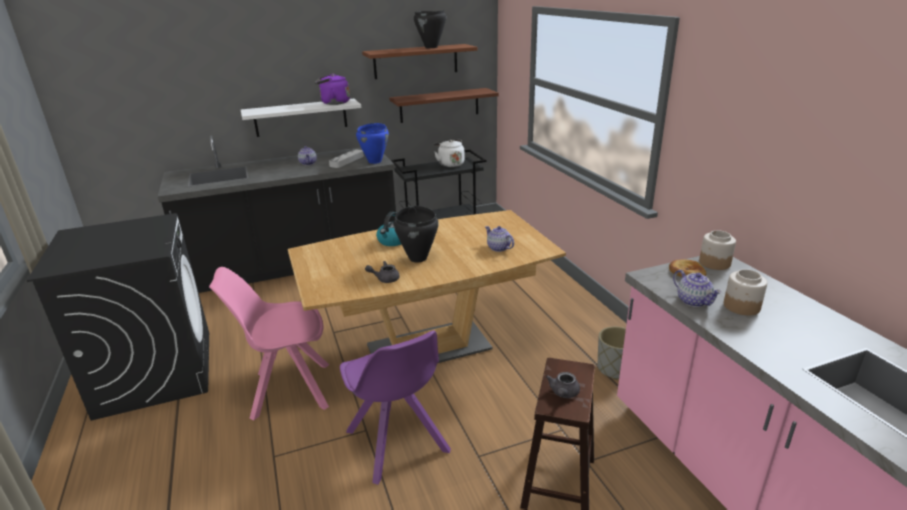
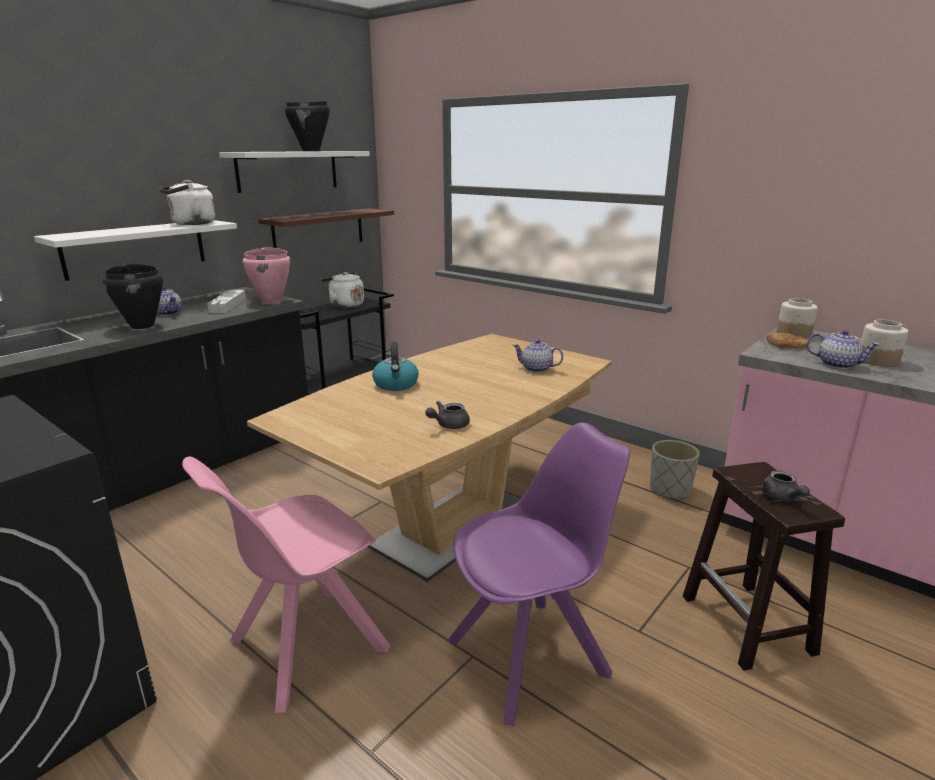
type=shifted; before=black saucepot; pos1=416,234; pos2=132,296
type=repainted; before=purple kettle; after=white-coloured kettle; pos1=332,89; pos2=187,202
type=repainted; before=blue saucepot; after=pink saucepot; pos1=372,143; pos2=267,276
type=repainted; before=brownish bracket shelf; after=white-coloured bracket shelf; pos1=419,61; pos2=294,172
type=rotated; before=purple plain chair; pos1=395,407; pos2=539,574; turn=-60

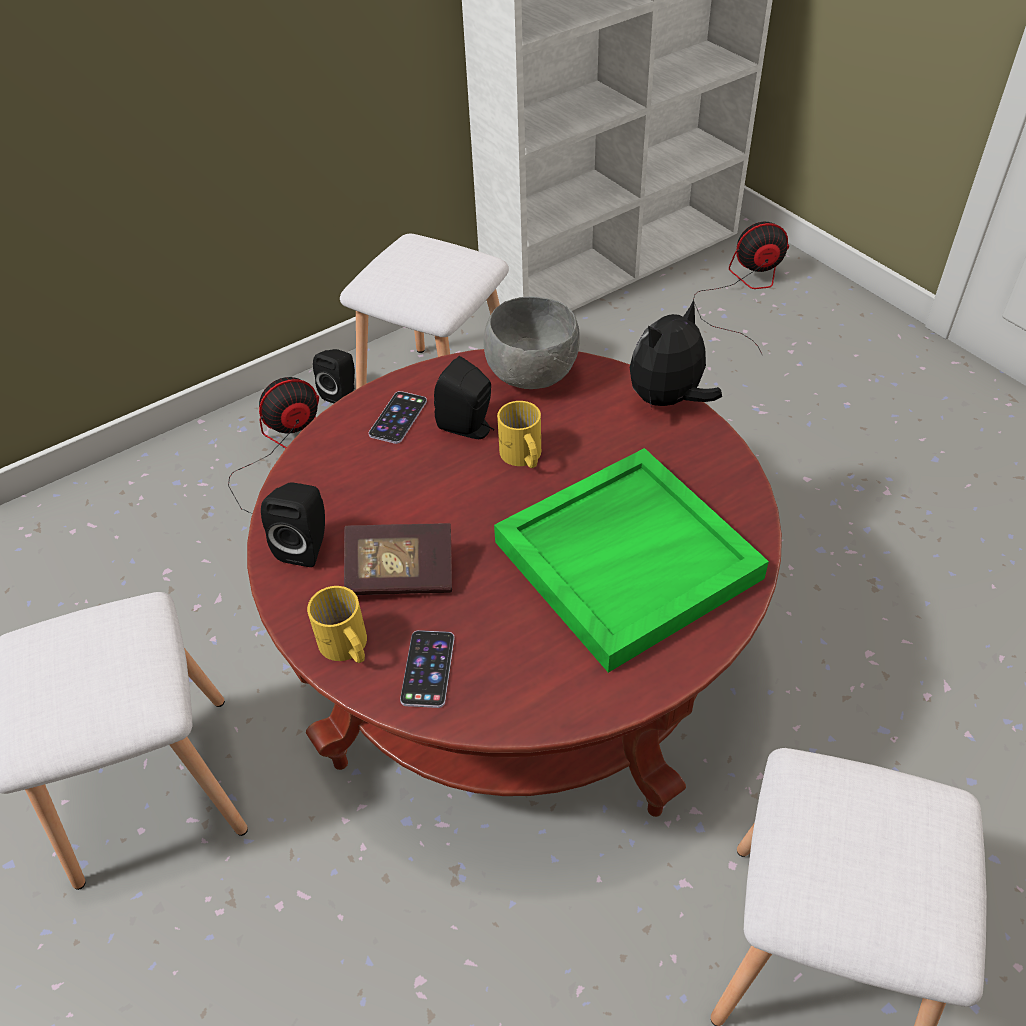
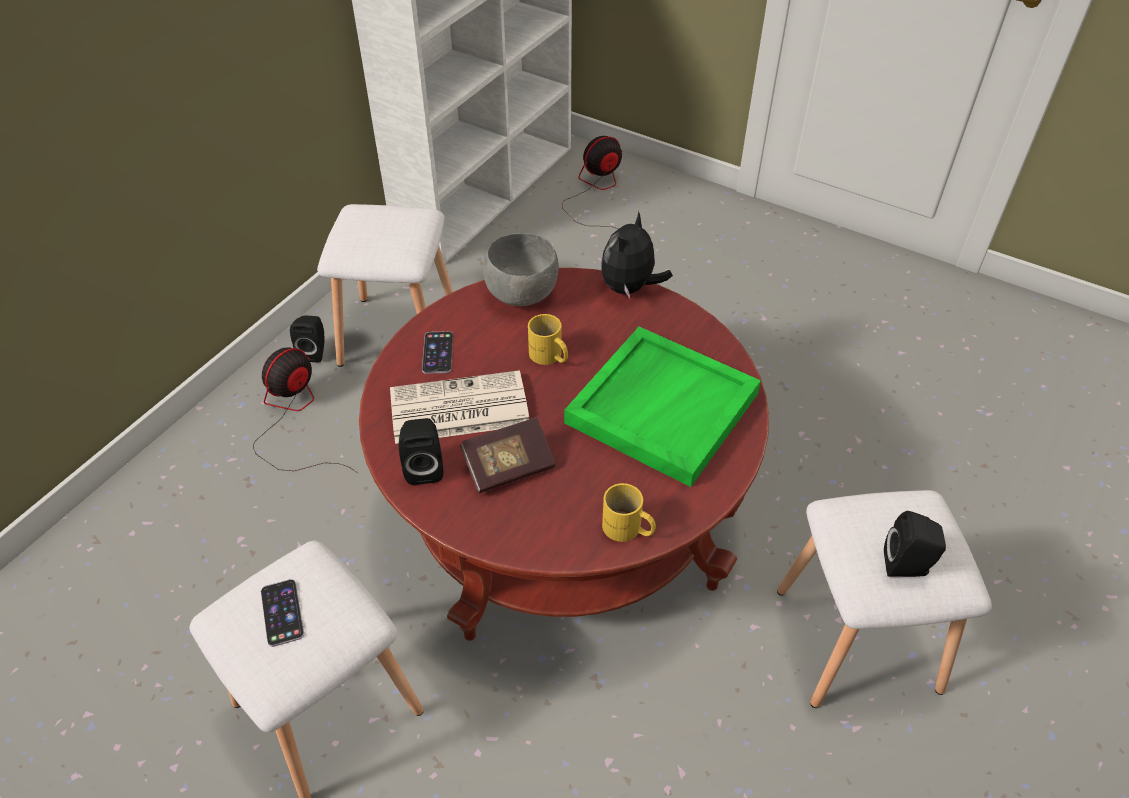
type=new; after=printed paper; pos2=459,407
type=shifted; before=yellowish mug; pos1=337,624; pos2=629,512
type=shifted; before=telephone; pos1=427,669; pos2=282,613
type=shifted; before=black loudspeaker; pos1=464,397; pos2=915,544

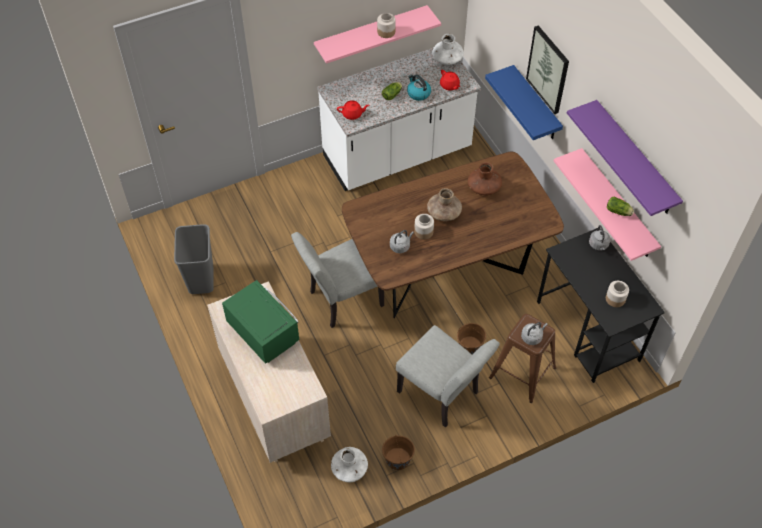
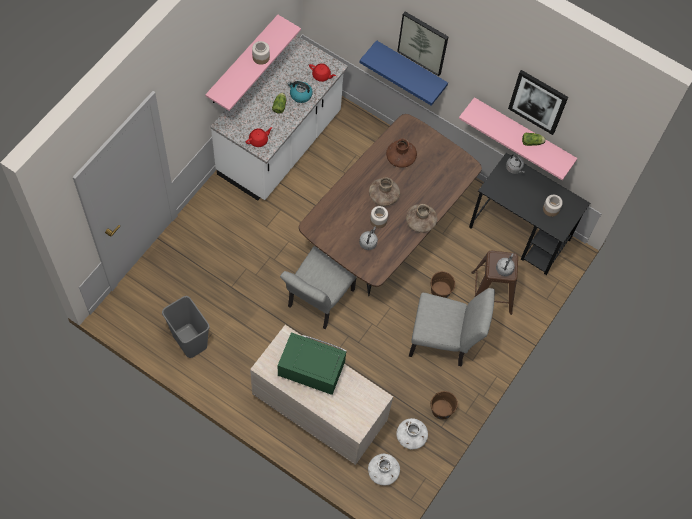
type=new; after=brownish decorative vase; pos2=421,218
type=shifted; before=white-coloured decorative vase; pos1=448,49; pos2=384,470
type=swapped; before=purple bracket shelf; after=wall art; pos1=625,158; pos2=538,102

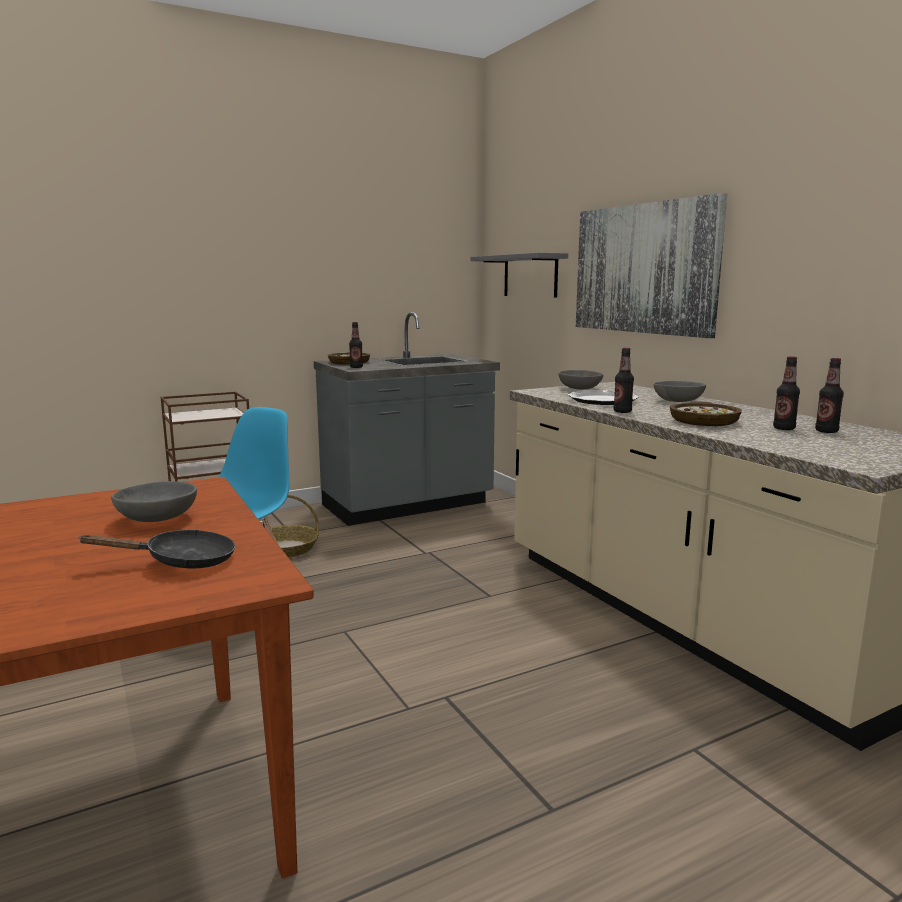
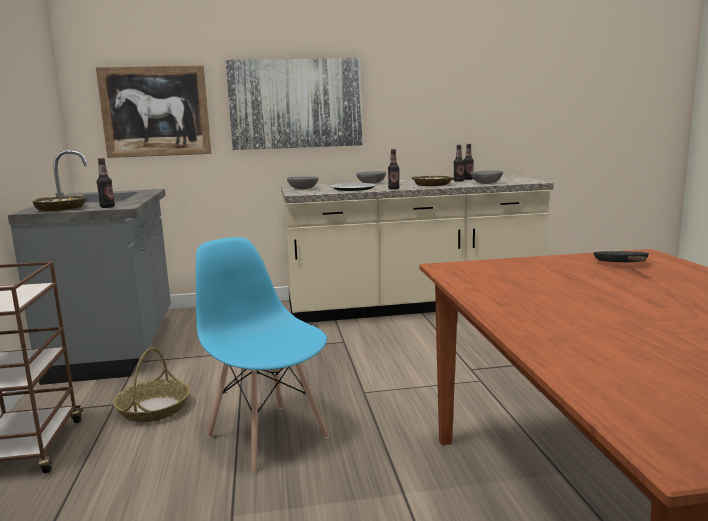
type=shifted; before=grey bowl; pos1=154,501; pos2=487,177
type=swapped; before=grey bracket shelf; after=wall art; pos1=519,275; pos2=153,111

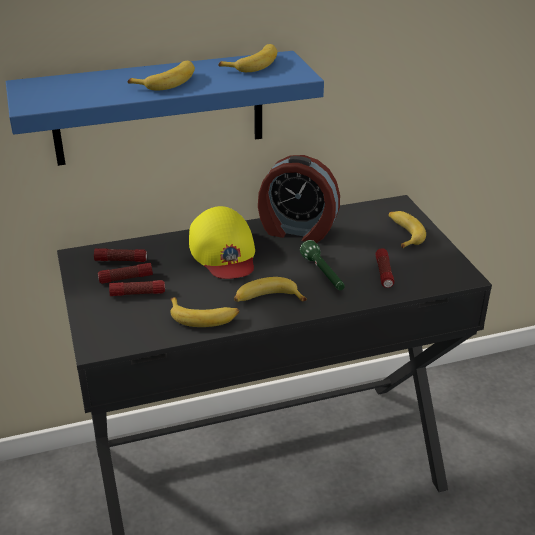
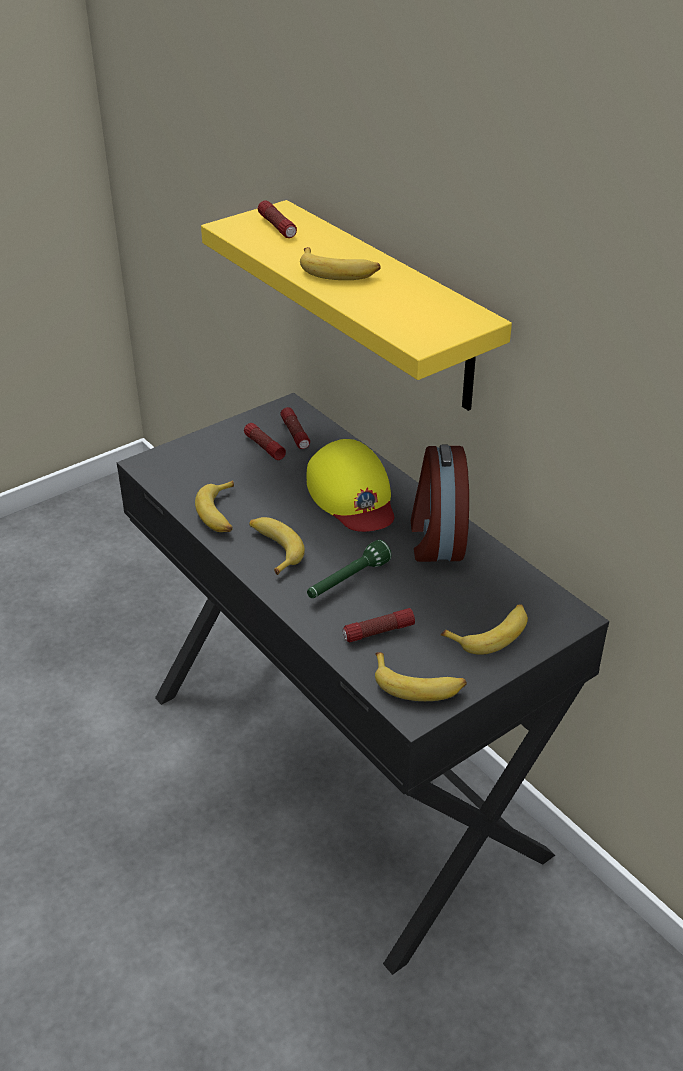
type=shifted; before=hand torch; pos1=137,288; pos2=277,219
type=shifted; before=banana; pos1=247,58; pos2=421,676
type=repainted; before=blue bracket shelf; after=yellowish bracket shelf; pos1=165,108; pos2=356,305
type=rotated; before=yellowish peaked cap; pos1=222,242; pos2=350,485; turn=-75

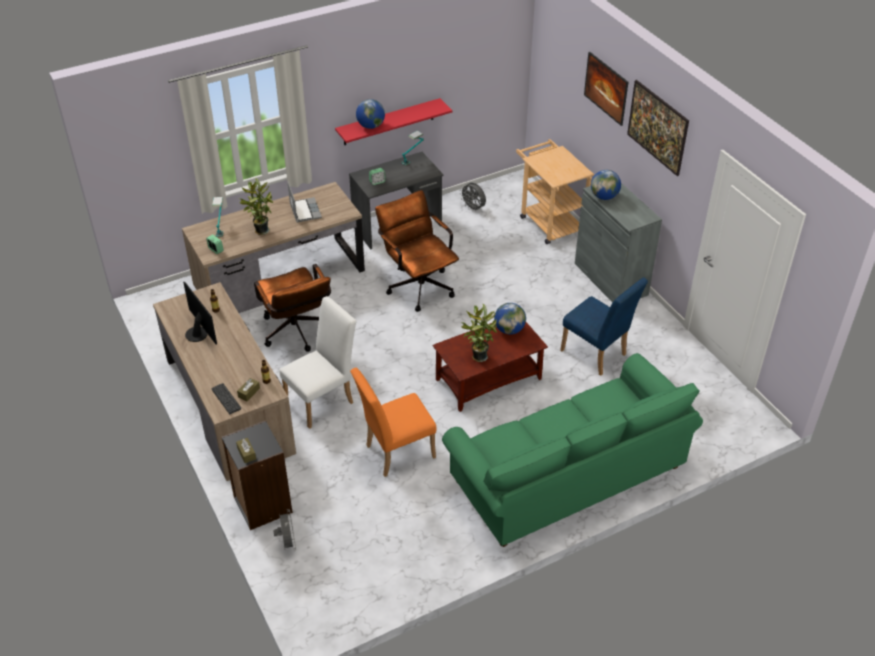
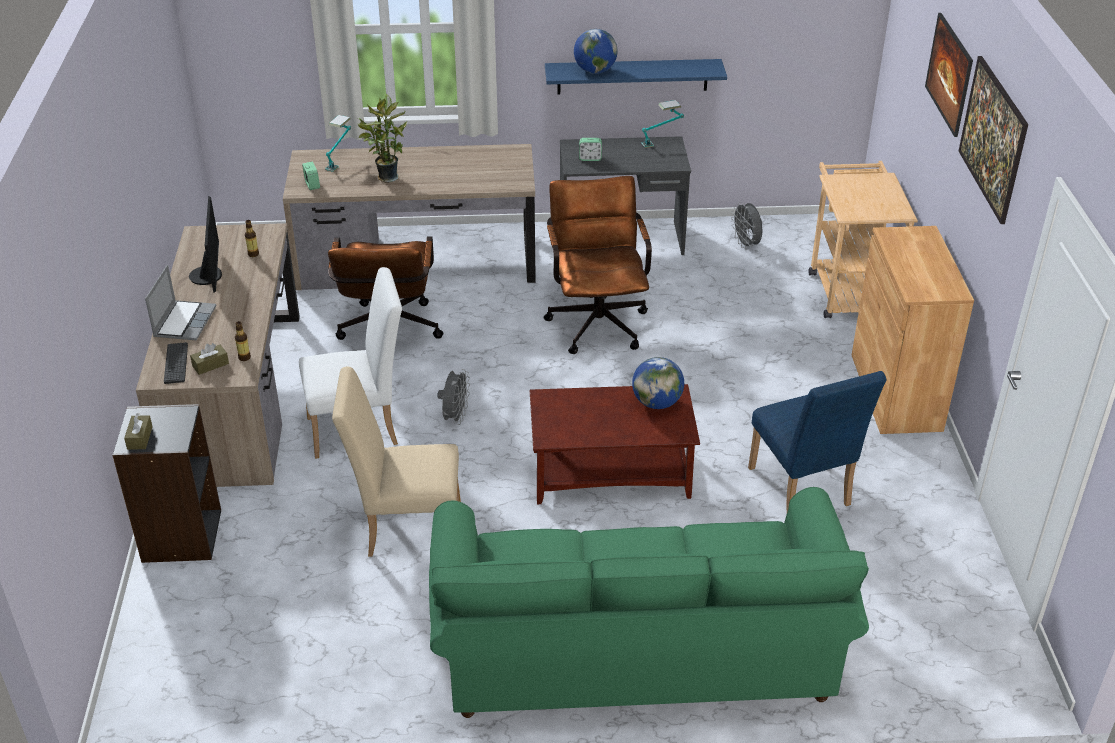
type=gone; before=houseplant; pos1=479,332
type=gone; before=desk globe; pos1=606,185
type=shifted; before=grey electric fan; pos1=284,530; pos2=453,397
type=shifted; before=notebook computer; pos1=304,201; pos2=180,302
type=repainted; before=red-coloured bracket shelf; after=blue bracket shelf; pos1=393,121; pos2=636,76
type=repainted; before=orange-coloured plain chair; after=beige plain chair; pos1=393,422; pos2=396,462
type=repainted; before=grey storage cabinet; after=brownish storage cabinet; pos1=618,243; pos2=913,330

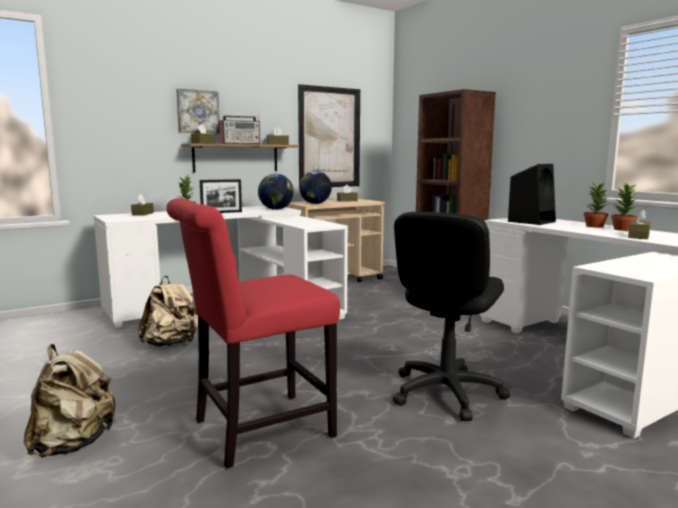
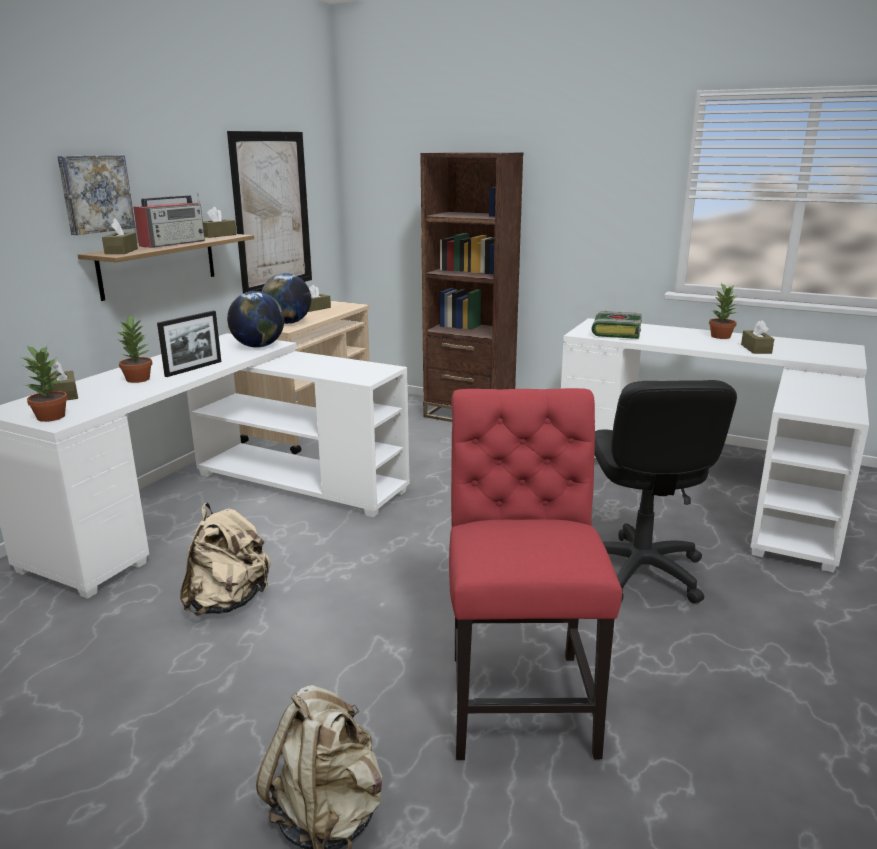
type=shifted; before=houseplant; pos1=596,204; pos2=45,383
type=swapped; before=black loudspeaker; after=volume; pos1=532,194; pos2=616,325
type=rotated; before=red-coloured plain chair; pos1=253,333; pos2=535,574; turn=150

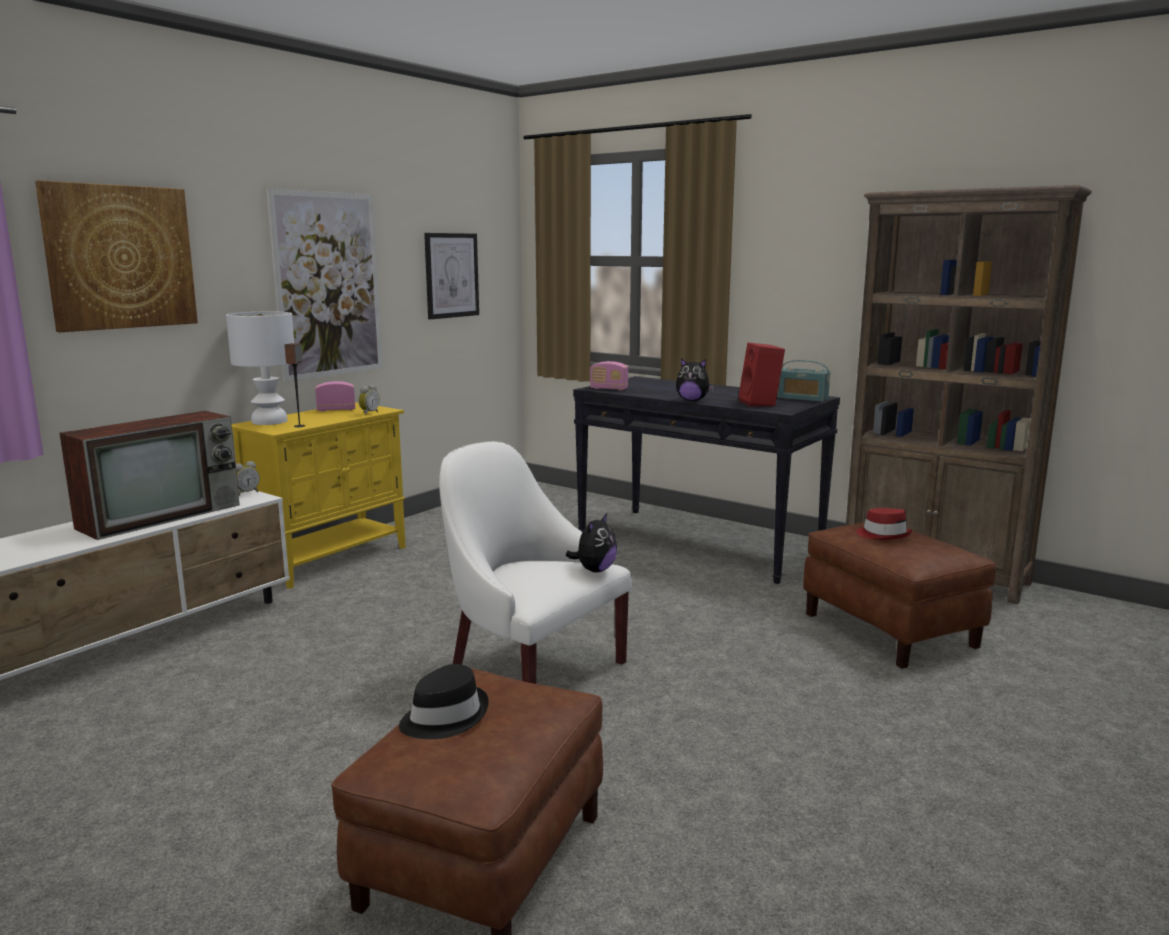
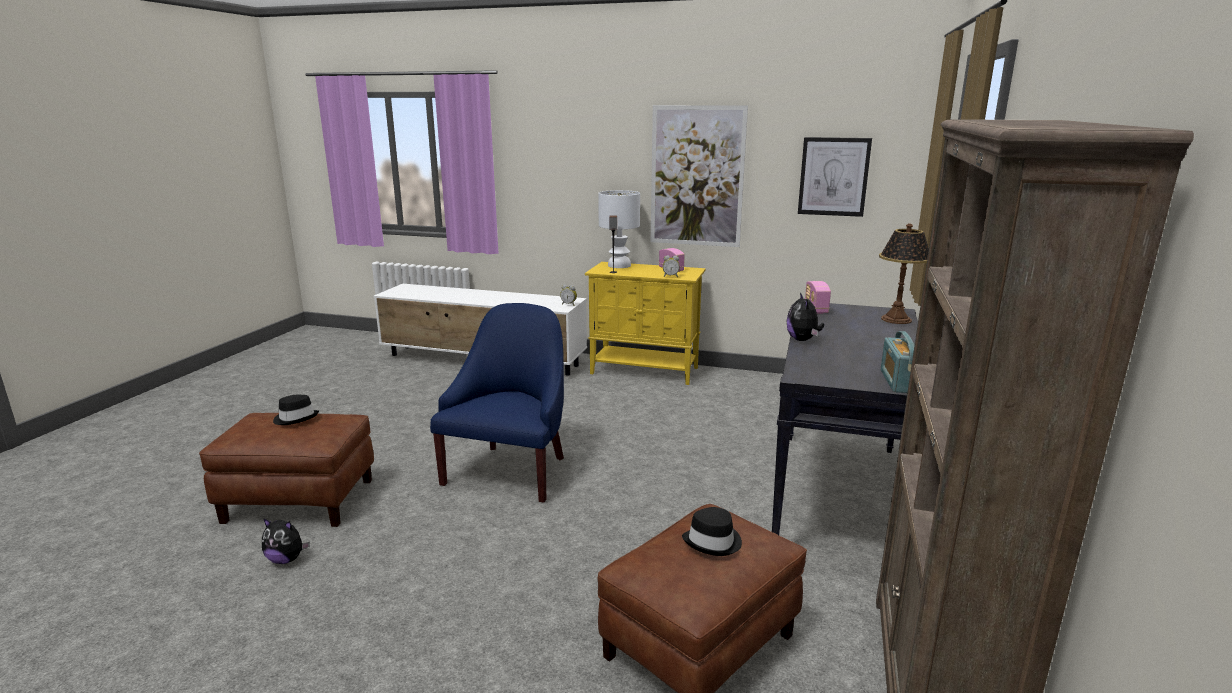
type=gone; before=wall art; pos1=116,256
type=gone; before=television; pos1=149,475
type=gone; before=red-coloured loudspeaker; pos1=762,375
type=new; after=table lamp; pos2=904,273
type=shifted; before=plush toy; pos1=591,542; pos2=286,541
type=repainted; before=white-coloured lounge chair; after=blue lounge chair; pos1=535,562; pos2=497,403
type=repainted; before=red-coloured clothing hat; after=black clothing hat; pos1=884,524; pos2=712,531

